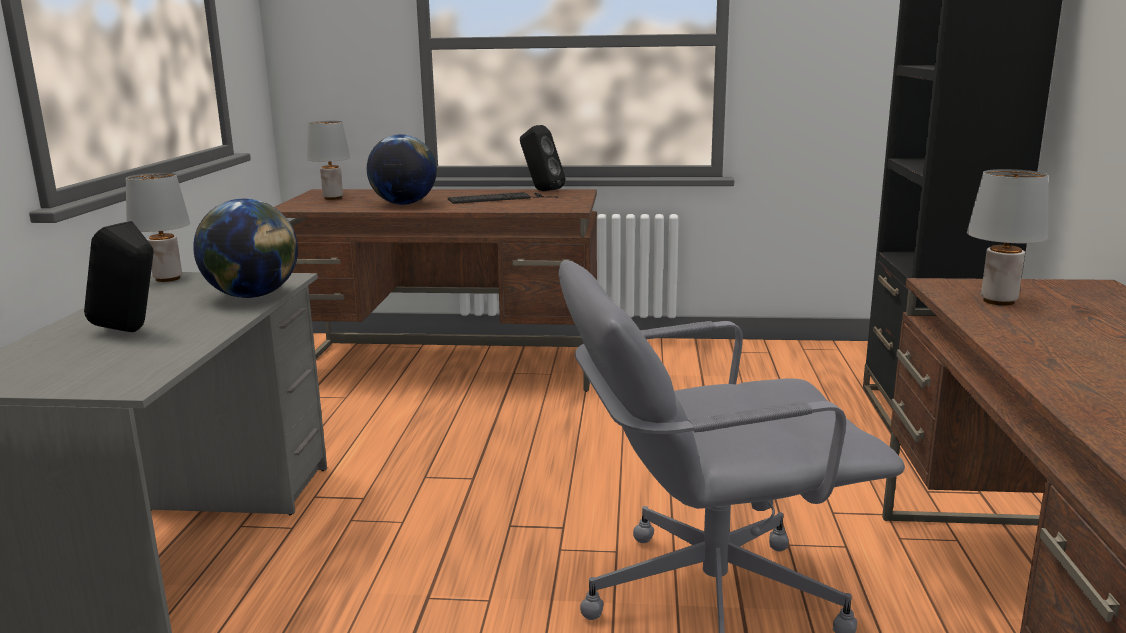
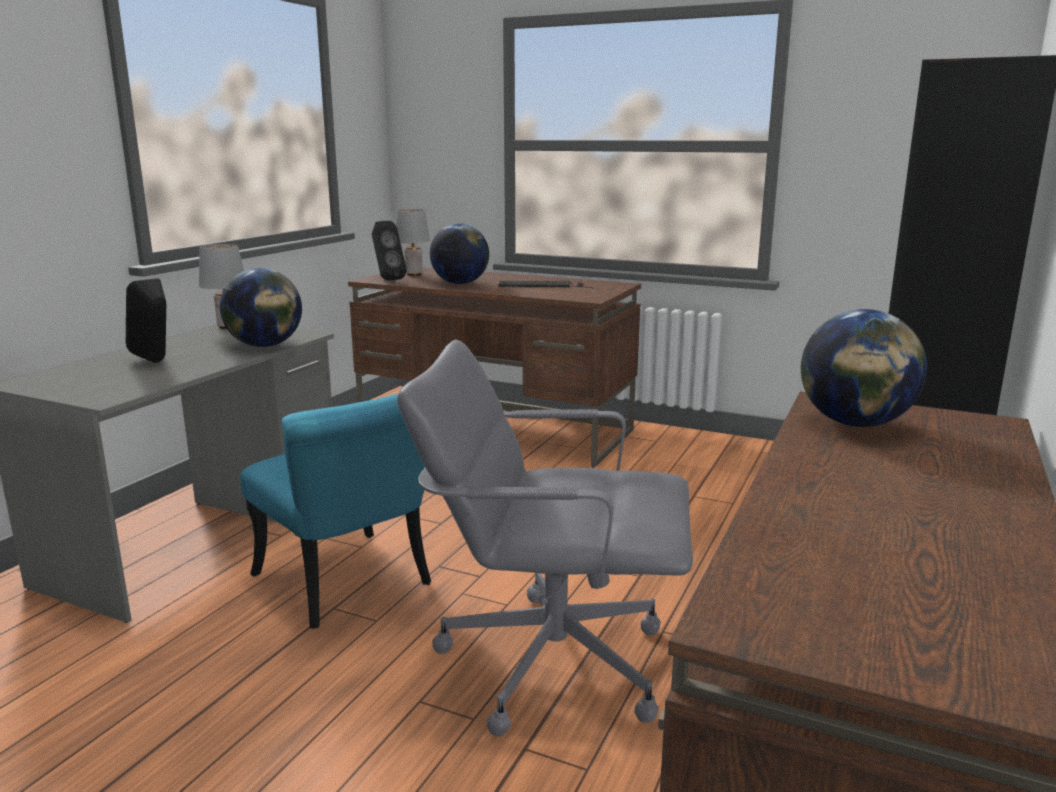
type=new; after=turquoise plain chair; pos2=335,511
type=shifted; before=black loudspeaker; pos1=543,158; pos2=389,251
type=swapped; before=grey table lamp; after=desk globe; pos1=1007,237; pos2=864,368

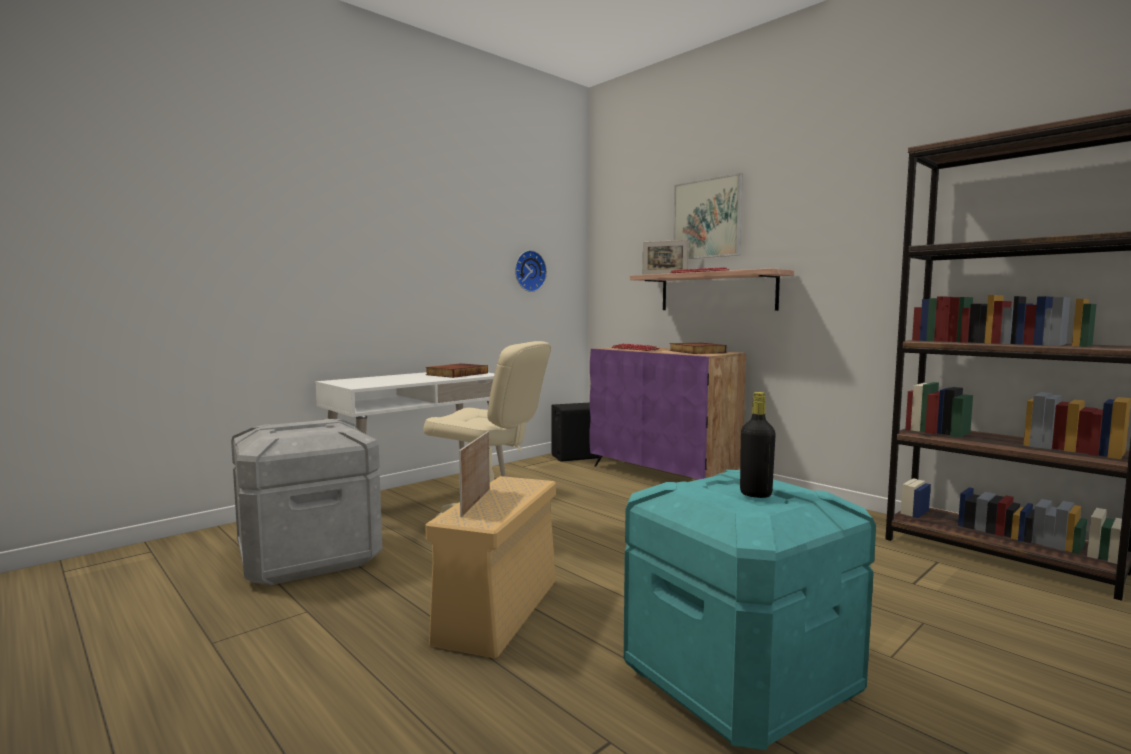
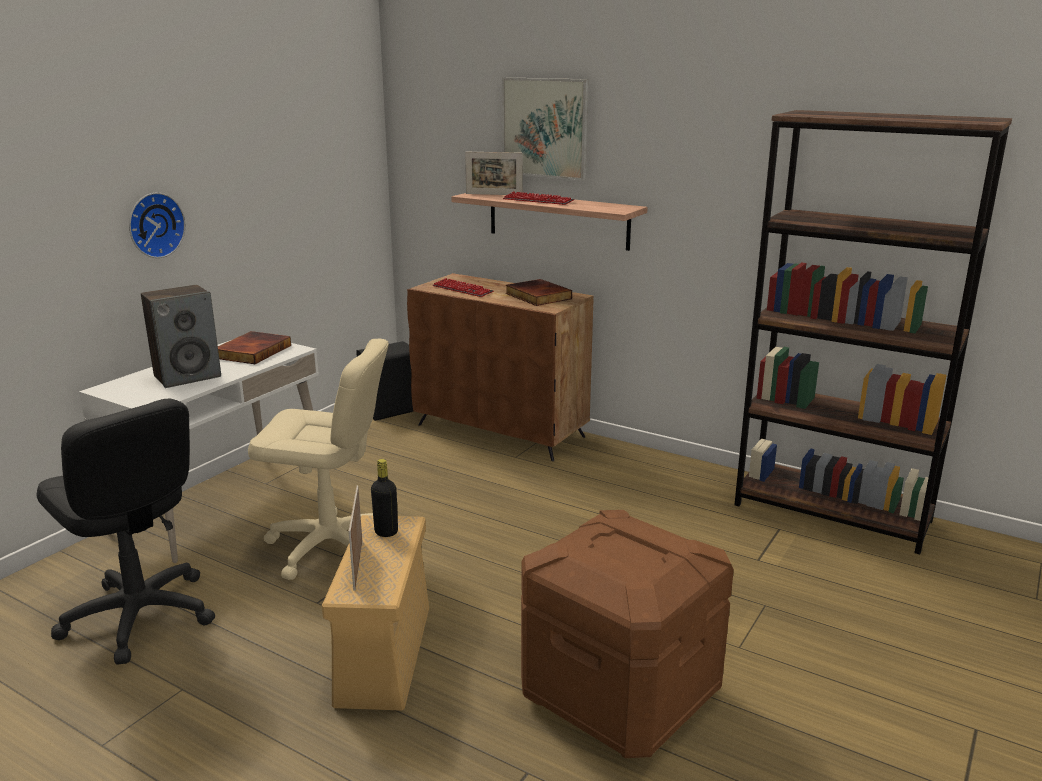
type=new; after=loudspeaker; pos2=181,336
type=shifted; before=wall clock; pos1=531,271; pos2=157,225
type=shifted; before=black bottle; pos1=758,445; pos2=384,498
type=swapped; before=grey storage container; after=black desk chair; pos1=306,502; pos2=126,532
type=repainted; before=purple storage cabinet; after=brownish storage cabinet; pos1=667,413; pos2=500,367
type=repainted; before=turquoise storage container; after=brownish storage container; pos1=750,610; pos2=627,634

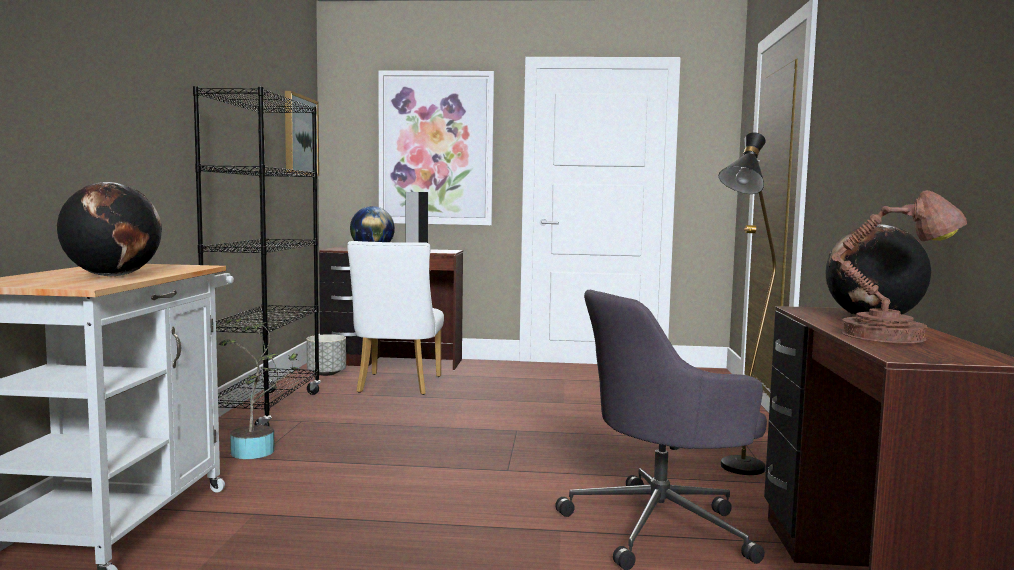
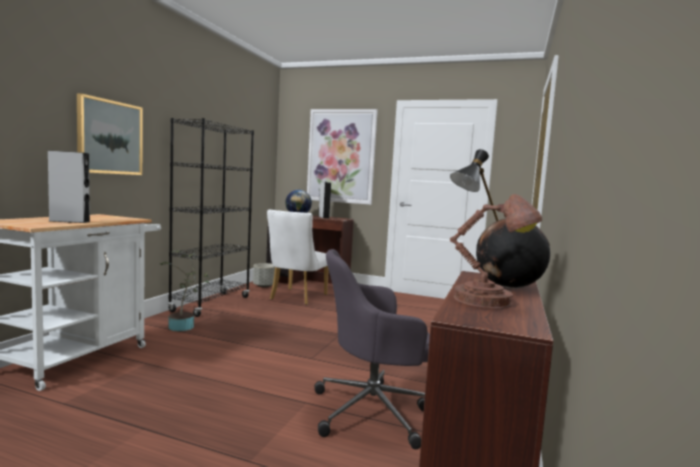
type=shifted; before=wall art; pos1=302,133; pos2=110,134
type=swapped; before=desk globe; after=grey loudspeaker; pos1=109,229; pos2=69,187

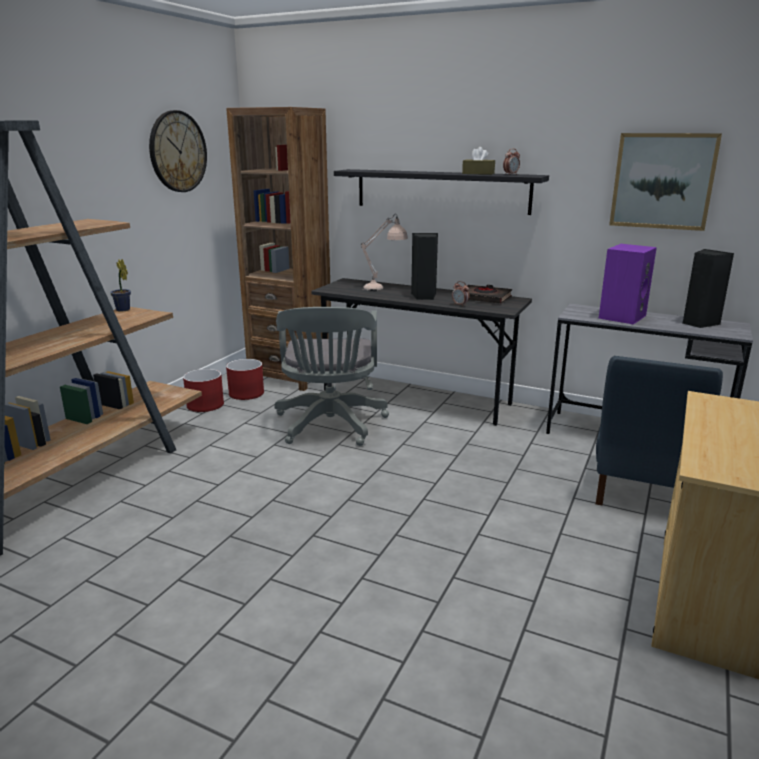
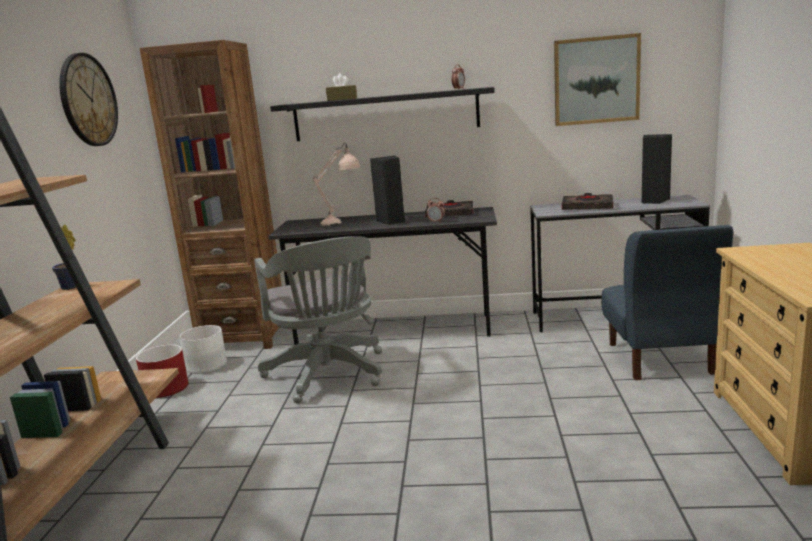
type=shifted; before=brownish tissue box; pos1=478,161; pos2=341,87
type=swapped; before=purple loudspeaker; after=black volume; pos1=628,284; pos2=587,201
type=repainted; before=red-coloured flower pot; after=white-coloured flower pot; pos1=245,379; pos2=203,349

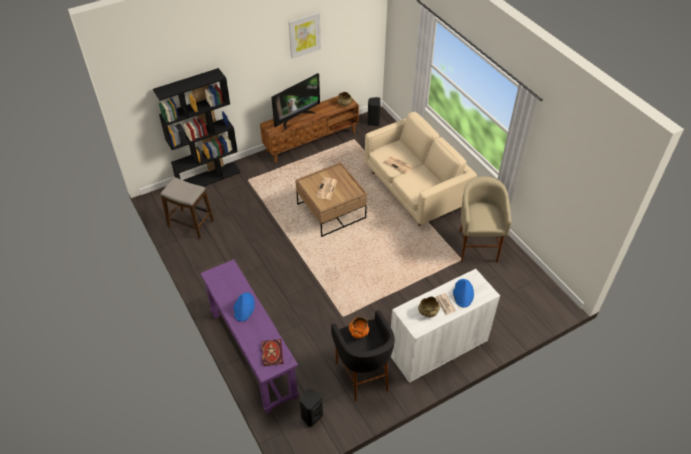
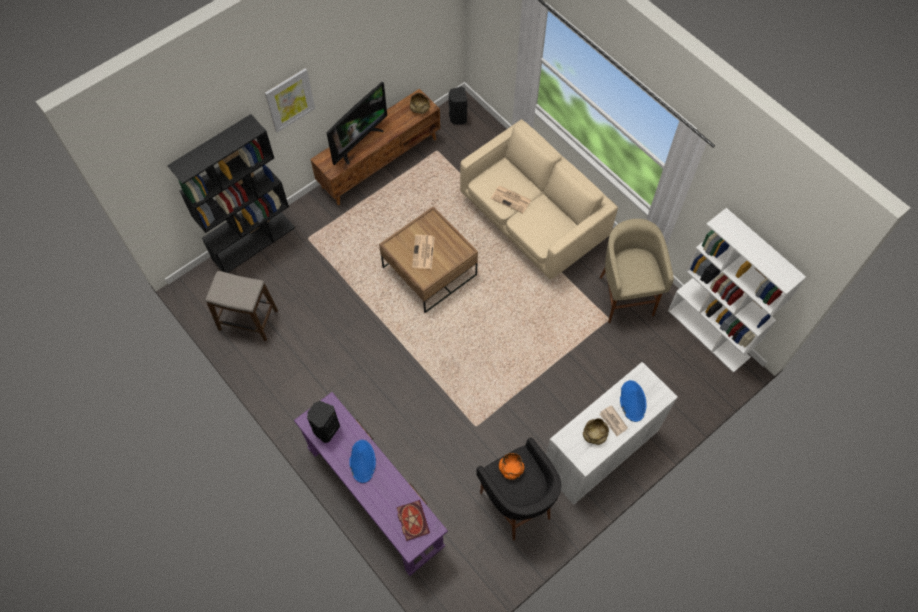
type=new; after=white-coloured bookshelf; pos2=737,290
type=shifted; before=wall art; pos1=305,35; pos2=290,100
type=shifted; before=black loudspeaker; pos1=311,408; pos2=323,422

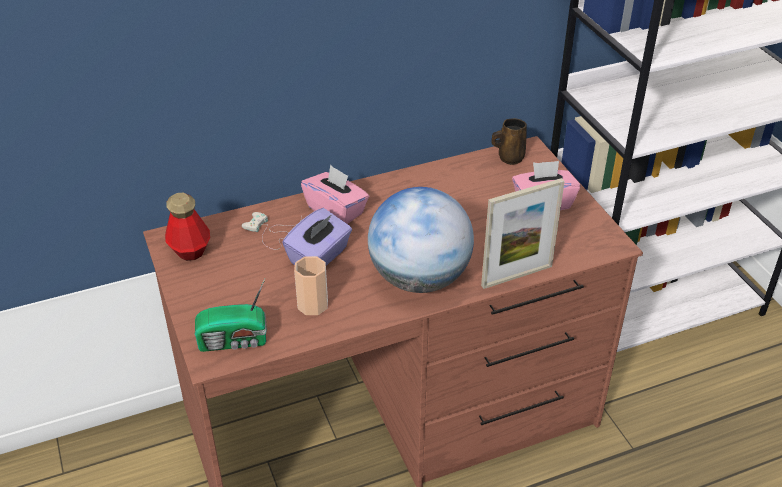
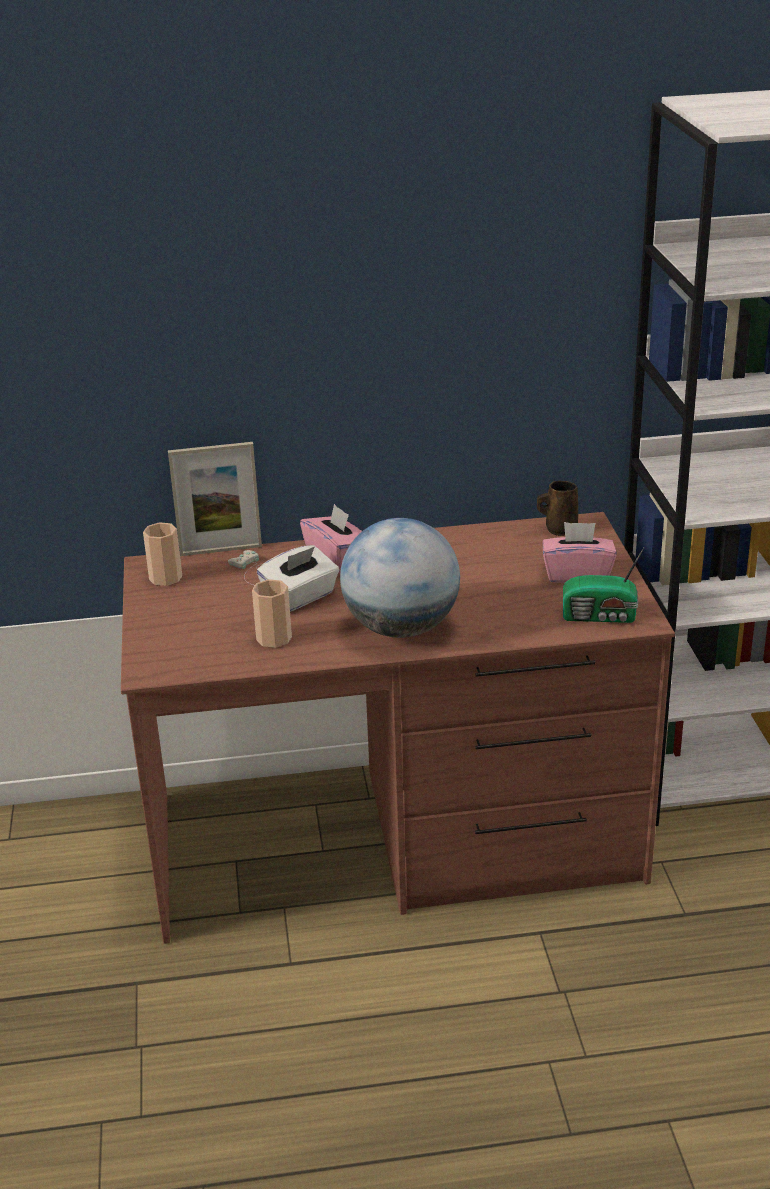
type=shifted; before=radio set; pos1=231,315; pos2=603,585
type=shifted; before=standing frame; pos1=523,233; pos2=215,499
type=swapped; before=bottle; after=cup; pos1=187,227; pos2=162,554
type=repainted; before=purple tissue box; after=white-coloured tissue box; pos1=317,237; pos2=298,578

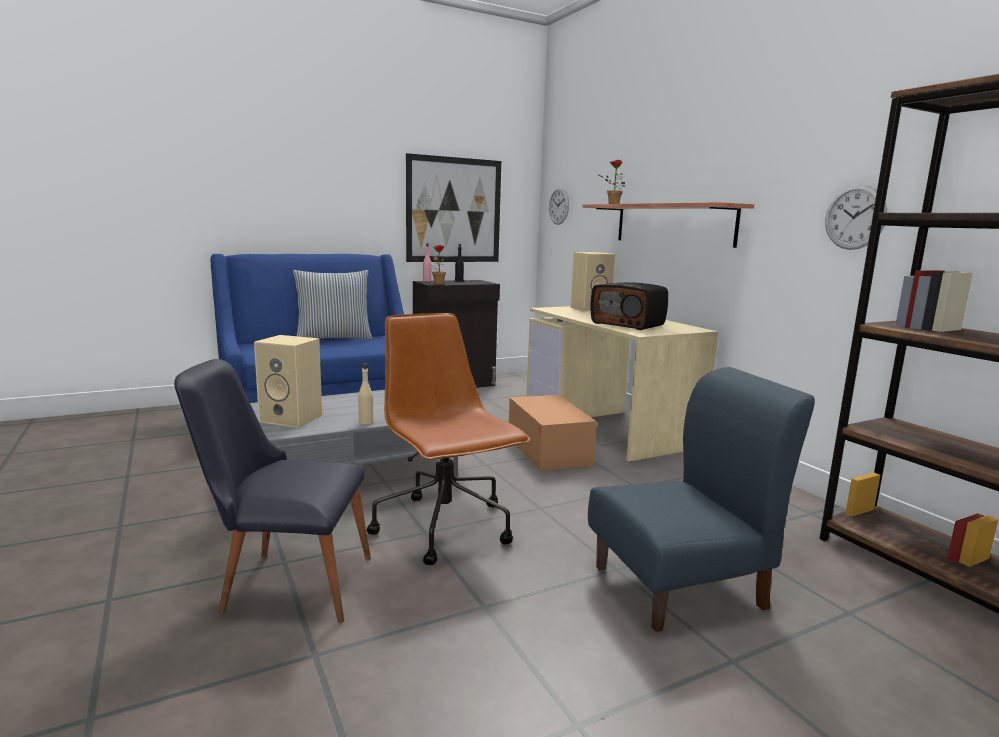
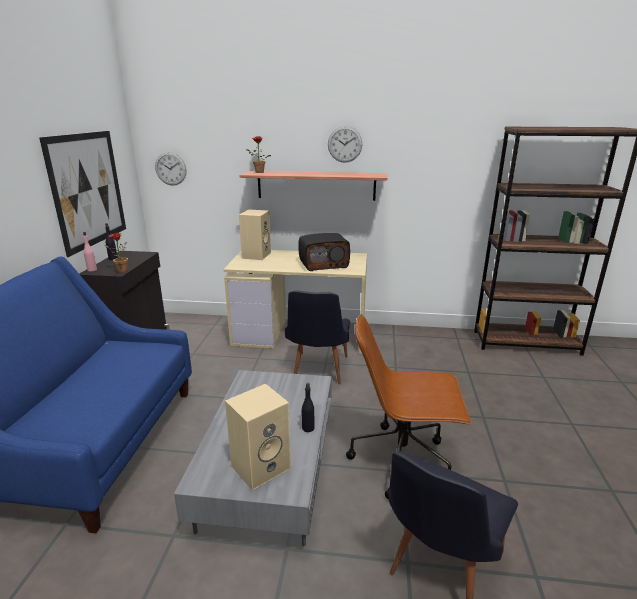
type=gone; before=throw pillow; pos1=332,305
type=gone; before=blue plain chair; pos1=701,499
type=shifted; before=wall clock; pos1=856,217; pos2=345,144
type=swapped; before=cardboard box; after=black plain chair; pos1=553,433; pos2=317,337
type=repainted; before=beige bottle; after=black bottle; pos1=365,394; pos2=307,407

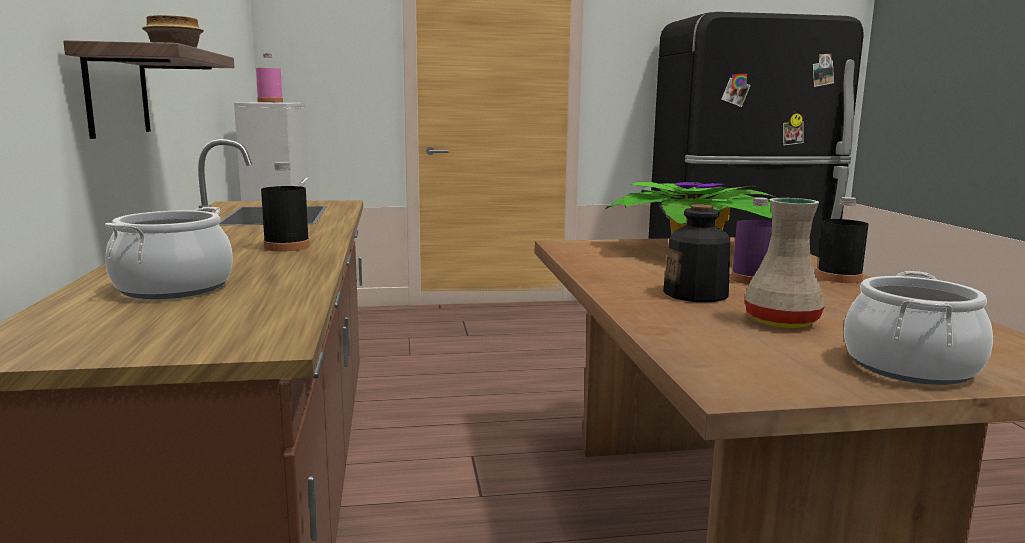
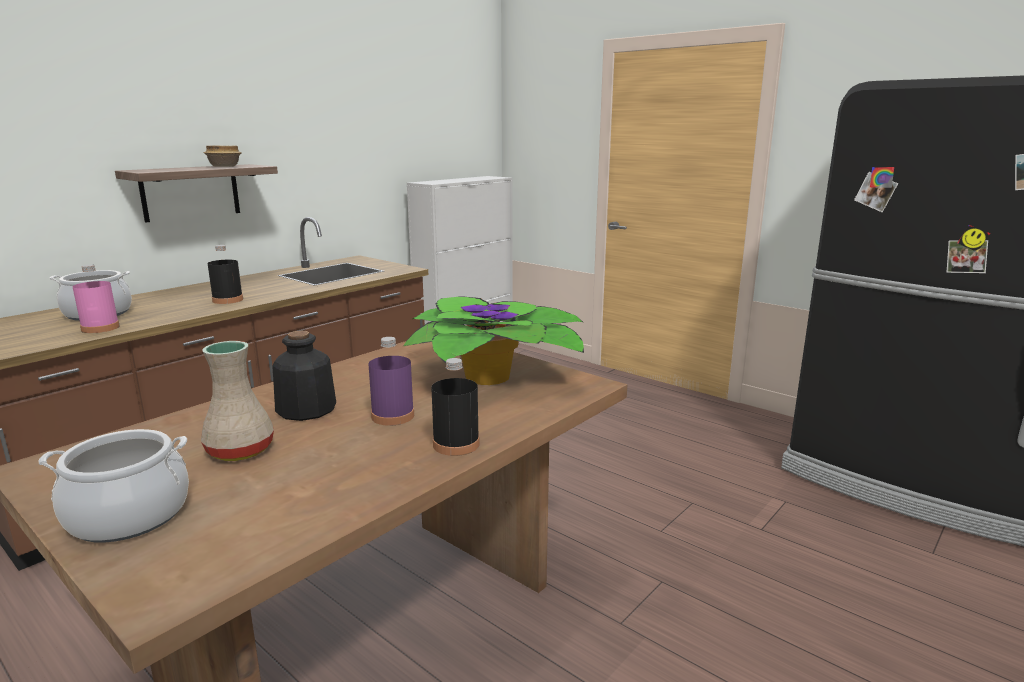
type=shifted; before=pink bottle; pos1=269,77; pos2=96,298

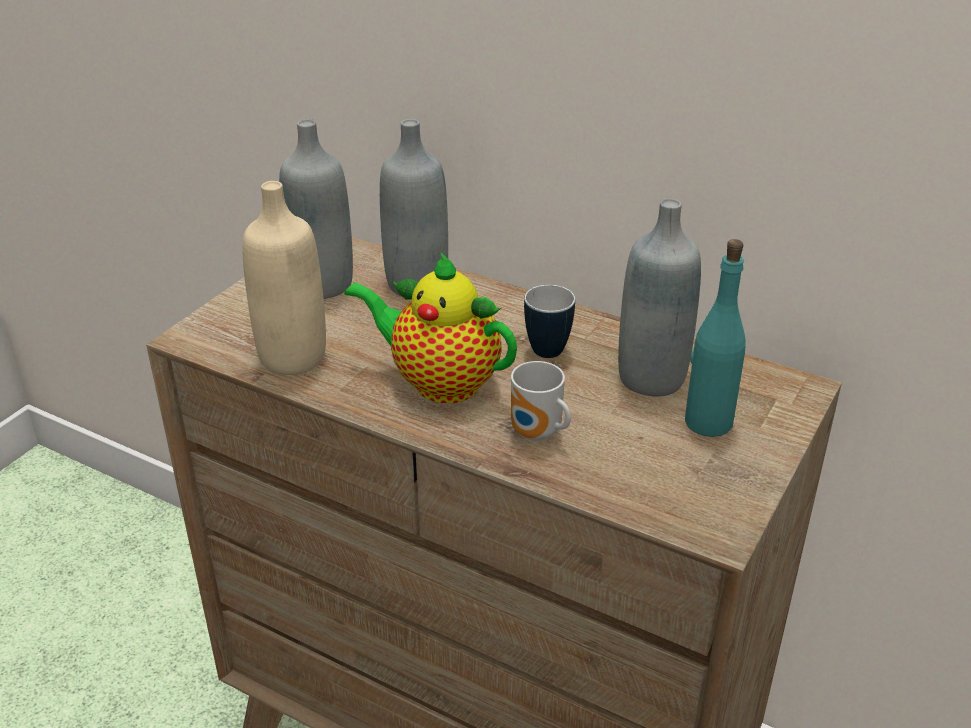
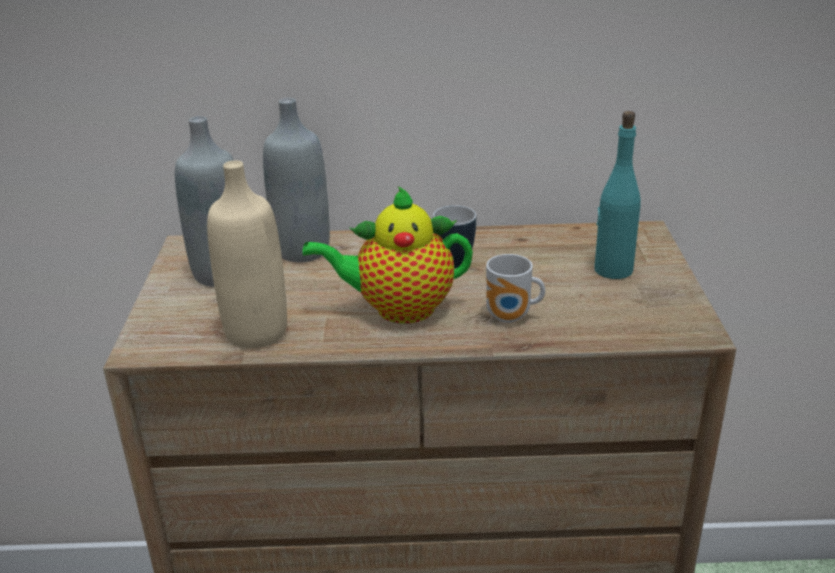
type=gone; before=grey bottle; pos1=659,297

